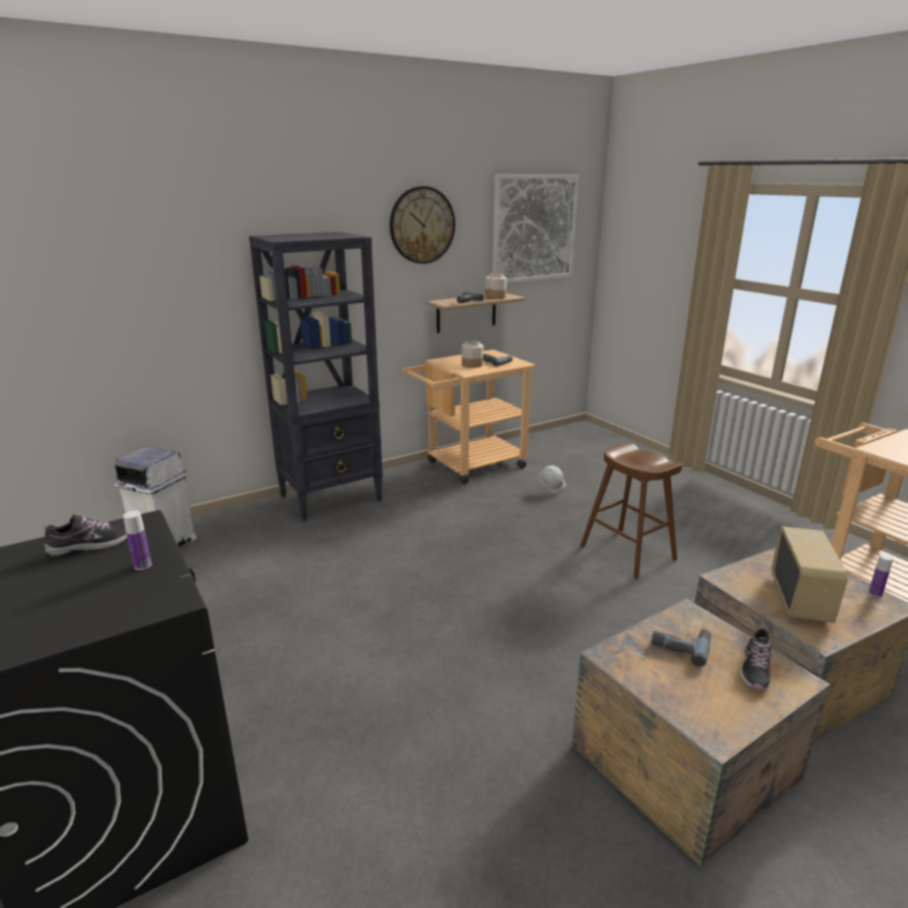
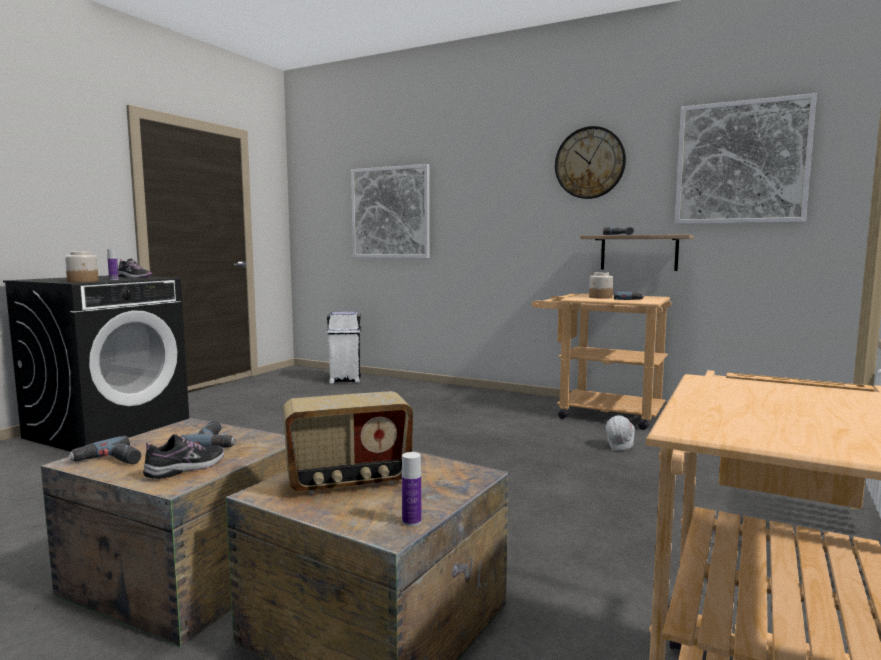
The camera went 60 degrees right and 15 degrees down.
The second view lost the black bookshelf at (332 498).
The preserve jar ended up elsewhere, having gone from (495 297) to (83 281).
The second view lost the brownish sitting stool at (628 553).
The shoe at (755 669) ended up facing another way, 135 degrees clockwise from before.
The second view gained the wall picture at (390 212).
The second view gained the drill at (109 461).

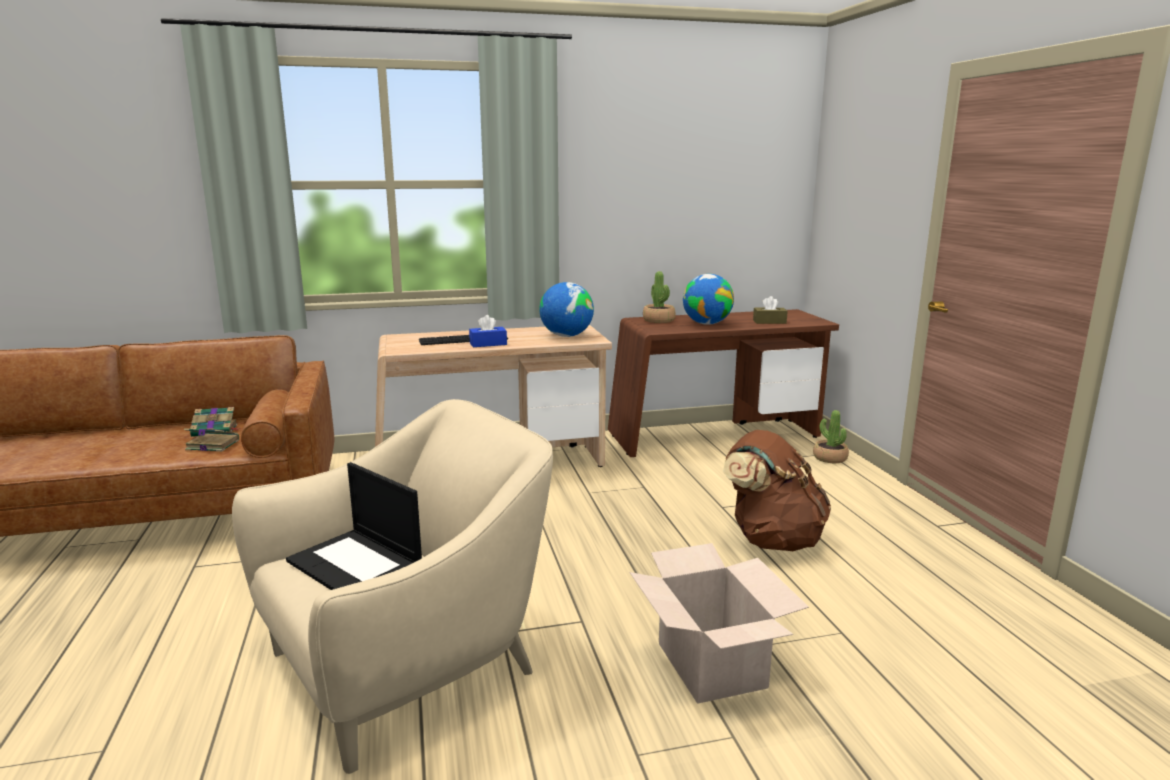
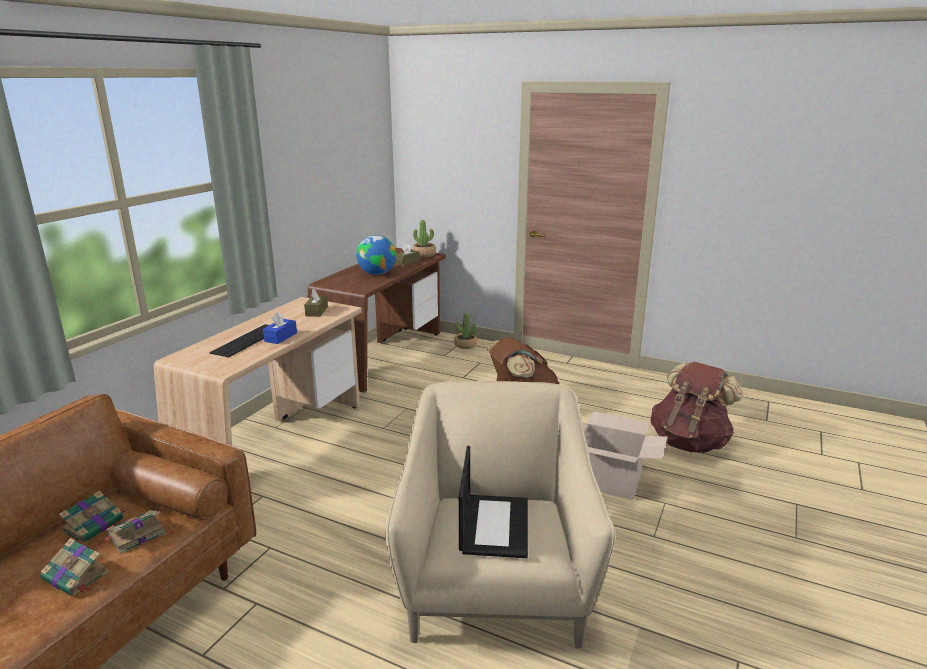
The camera went 50 degrees left and 5 degrees up.
The potted plant ended up elsewhere, having gone from (659 320) to (424 255).
Where the world globe stood at (566 336), the brownish box of tissues came to stand at (316 311).
The laptop at (356 564) ended up facing another way, 75 degrees counterclockwise from before.
The second view gained the brownish rucksack at (689 442).
The second view gained the volume at (76 576).

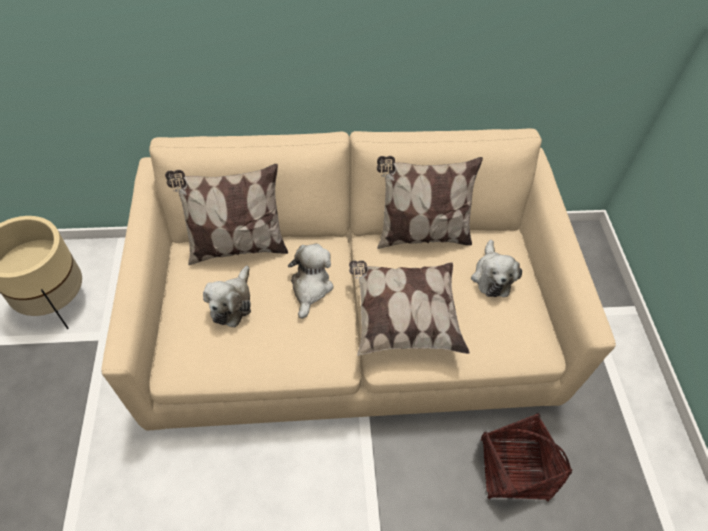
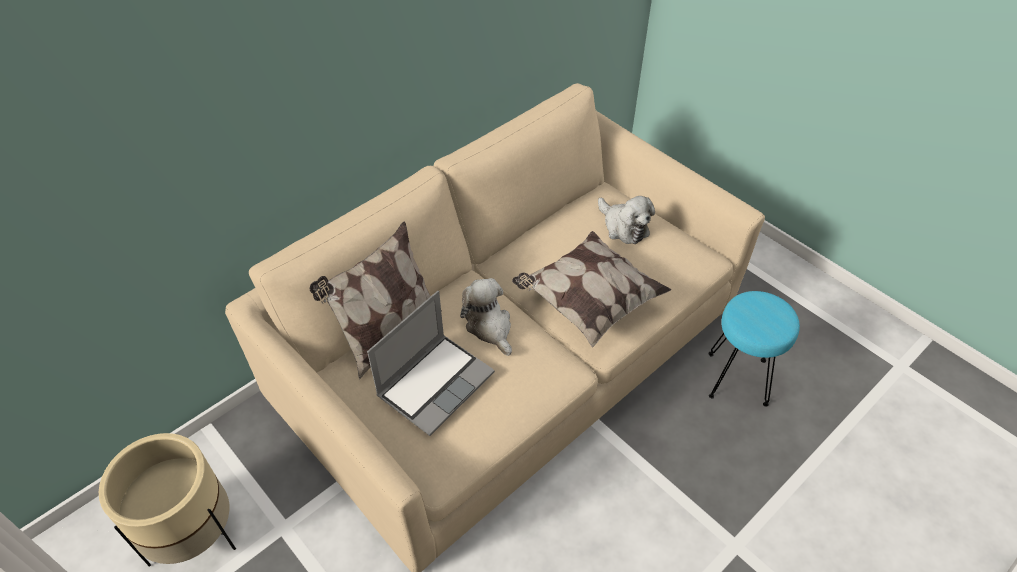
The camera went 35 degrees left and 5 degrees down.
The second view lost the pillow at (420 235).
Where the plush toy stood at (232 303), the laptop came to stand at (435 383).
Where the household basket stood at (513 469), the turquoise sitting stool came to stand at (738 379).

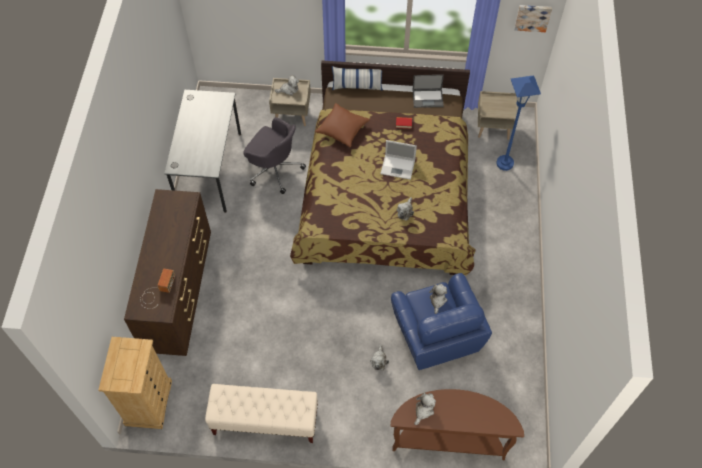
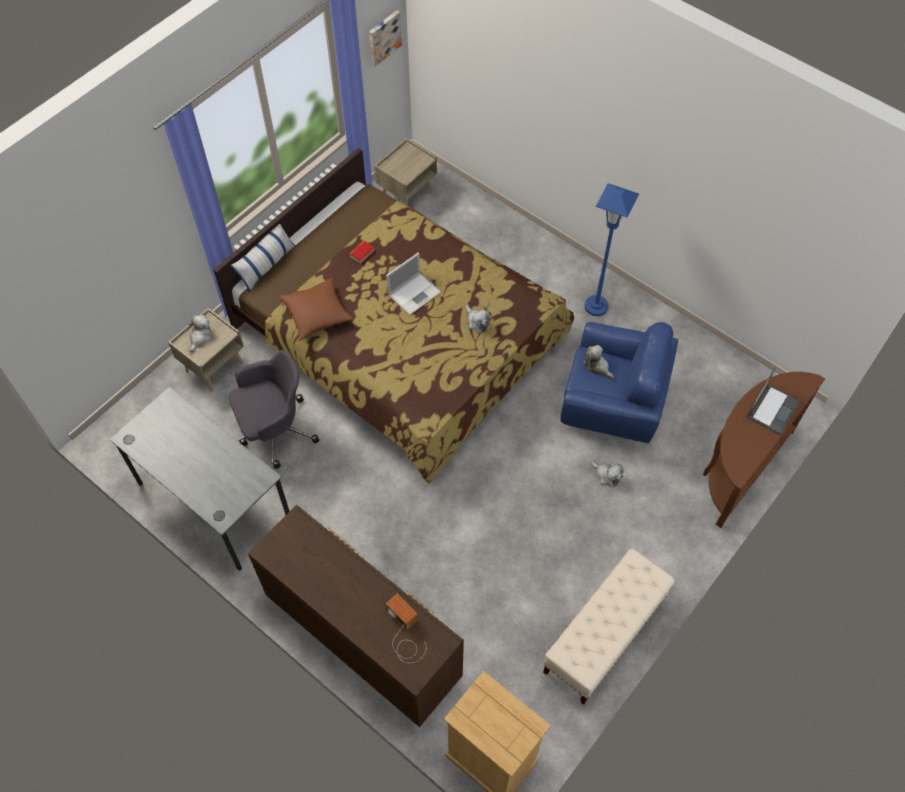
The camera went 55 degrees left and 0 degrees up.
The laptop ended up elsewhere, having gone from (428 98) to (773 408).
The blue-coloured standing lamp ended up elsewhere, having gone from (505 163) to (596 306).
The second view lost the plush toy at (423 410).

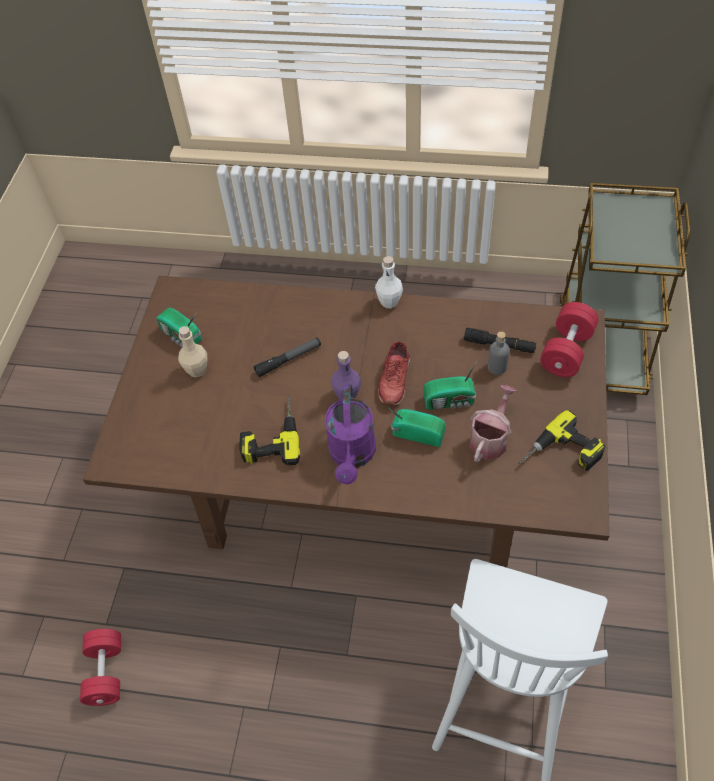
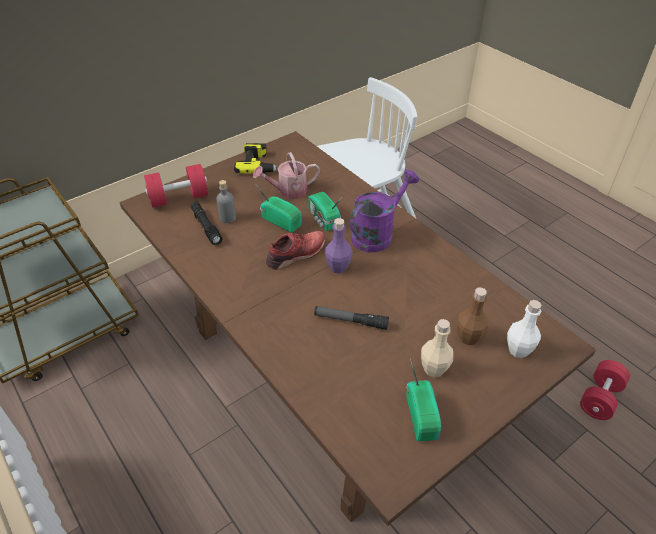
The camera went 140 degrees left and 10 degrees down.
The white bottle ended up elsewhere, having gone from (389 302) to (518 350).
The second view lost the drill at (270 434).
The second view gained the brownish bottle at (468 337).

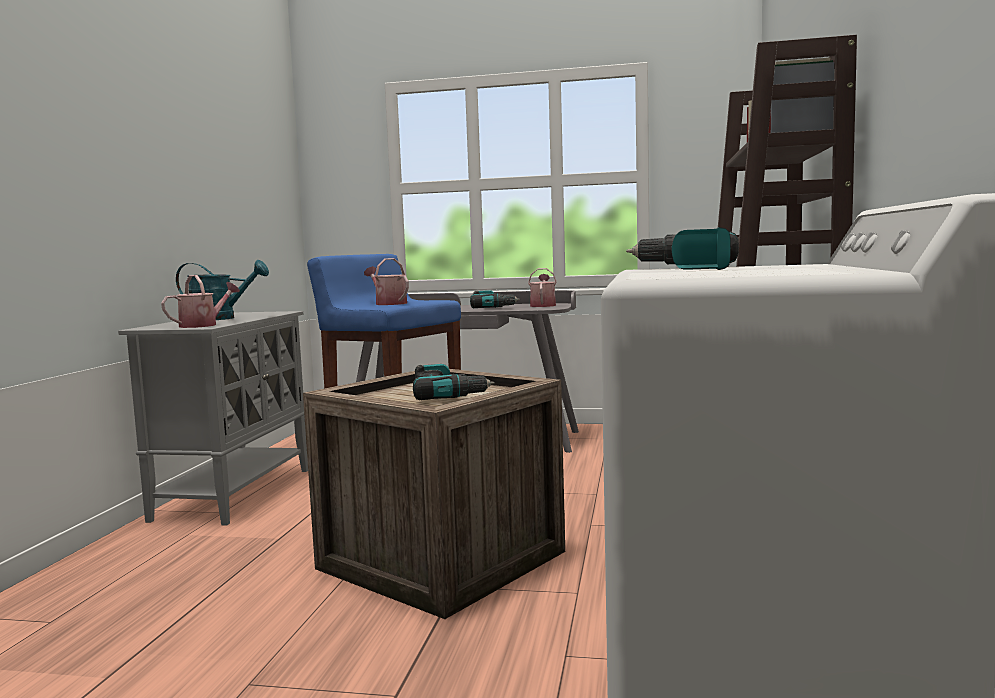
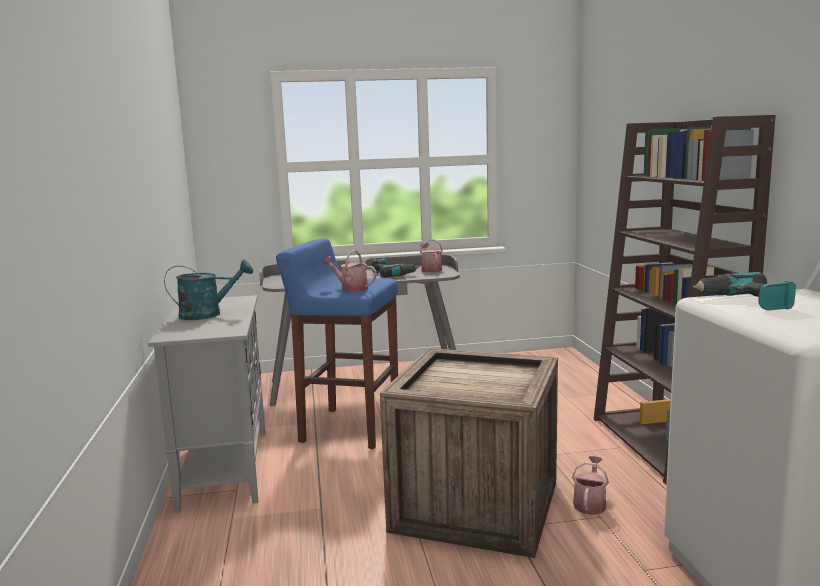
The camera went 20 degrees left and 5 degrees up.
The sprinkling can ended up elsewhere, having gone from (203 325) to (590 503).
The second view lost the drill at (447 395).

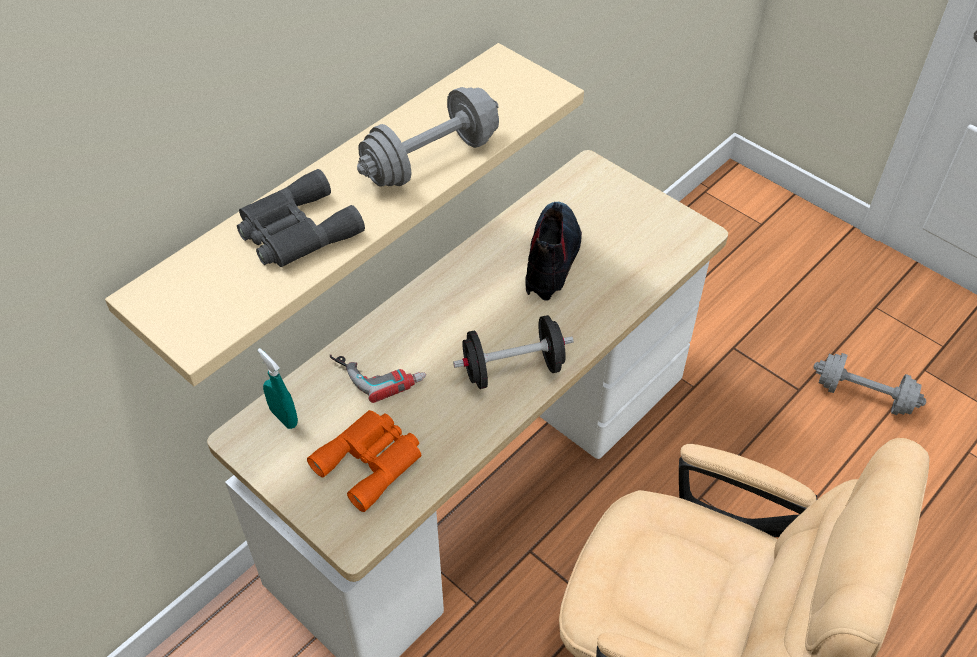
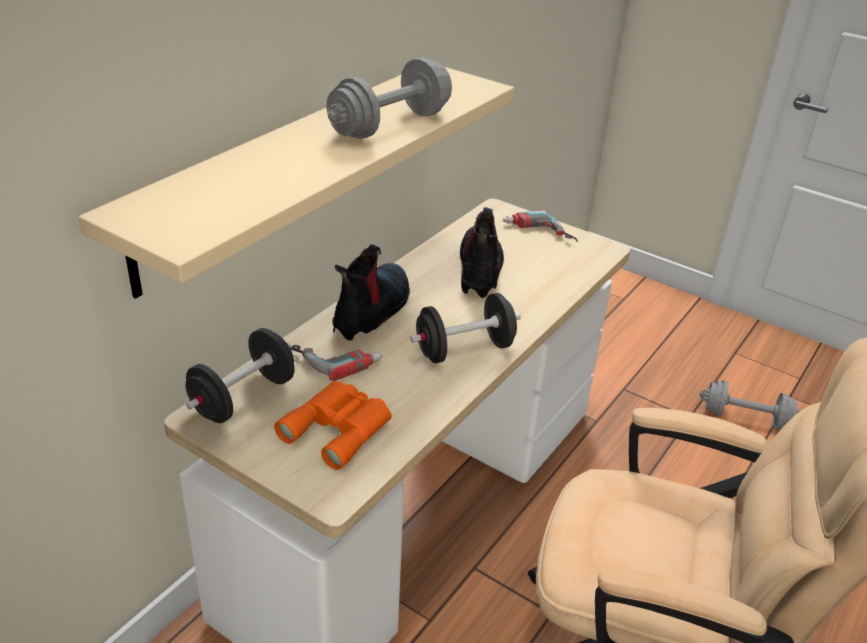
The camera went 10 degrees left and 15 degrees down.
The second view lost the greyish field glasses at (295 231).
Where the turquoise sprayer stood at (284 417), the black hand weight came to stand at (243 398).
The second view gained the drill at (538 234).
The second view gained the tall boot at (372 310).

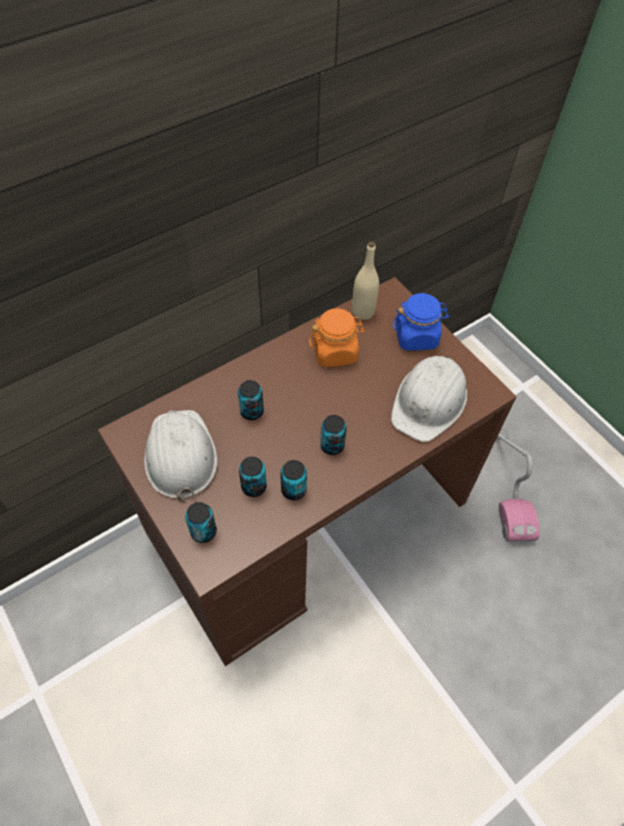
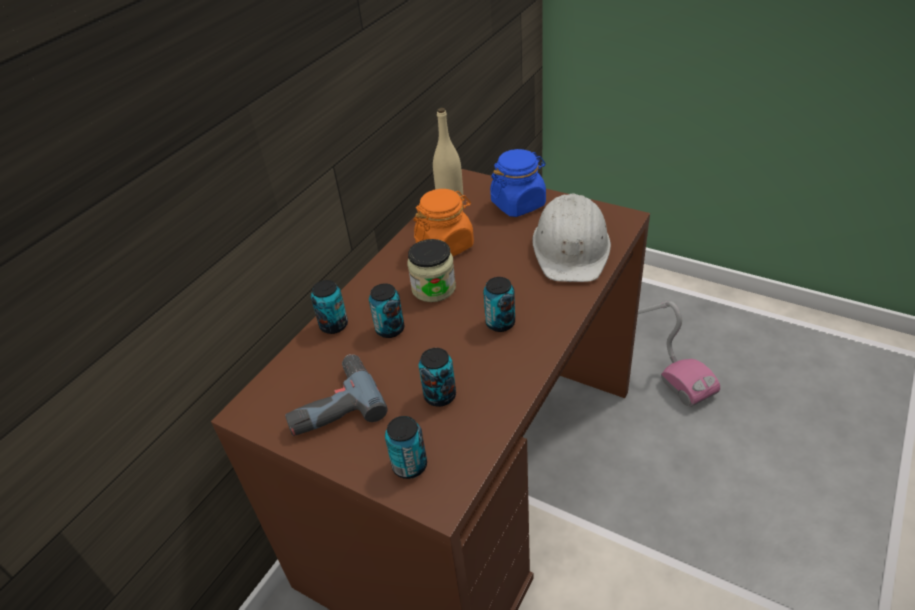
The camera went 20 degrees left and 15 degrees down.
Where the white hard hat stood at (180 456), the drill came to stand at (332 404).
The sealed can ended up elsewhere, having gone from (293 490) to (334 325).
The second view gained the preserve jar at (433 288).

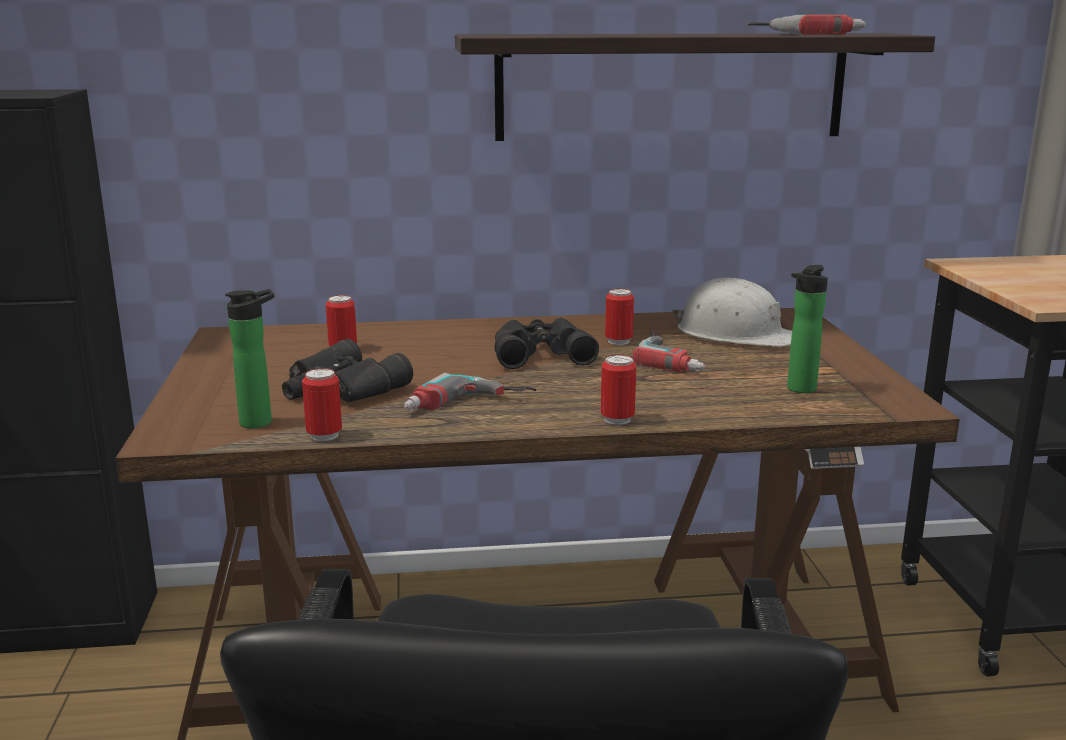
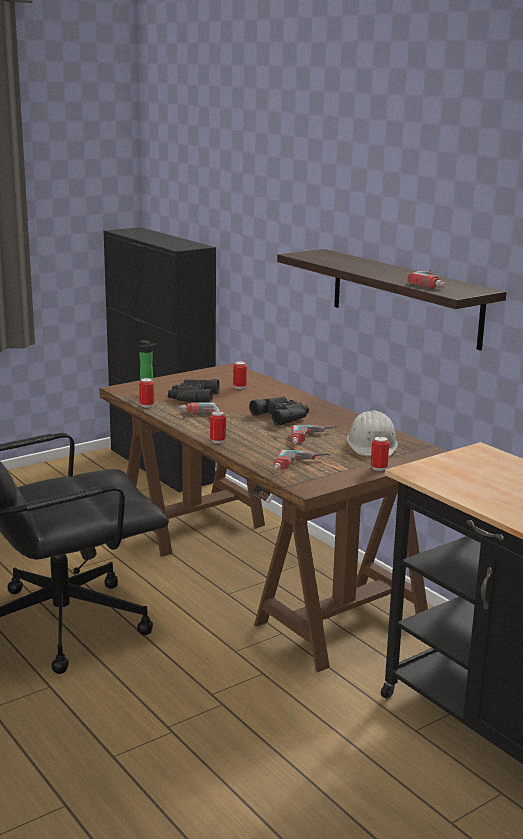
The camera went 60 degrees right and 0 degrees up.
Where the bottle stood at (799 390), the drill came to stand at (301 466).
The sealed can ended up elsewhere, having gone from (618 341) to (379 468).

